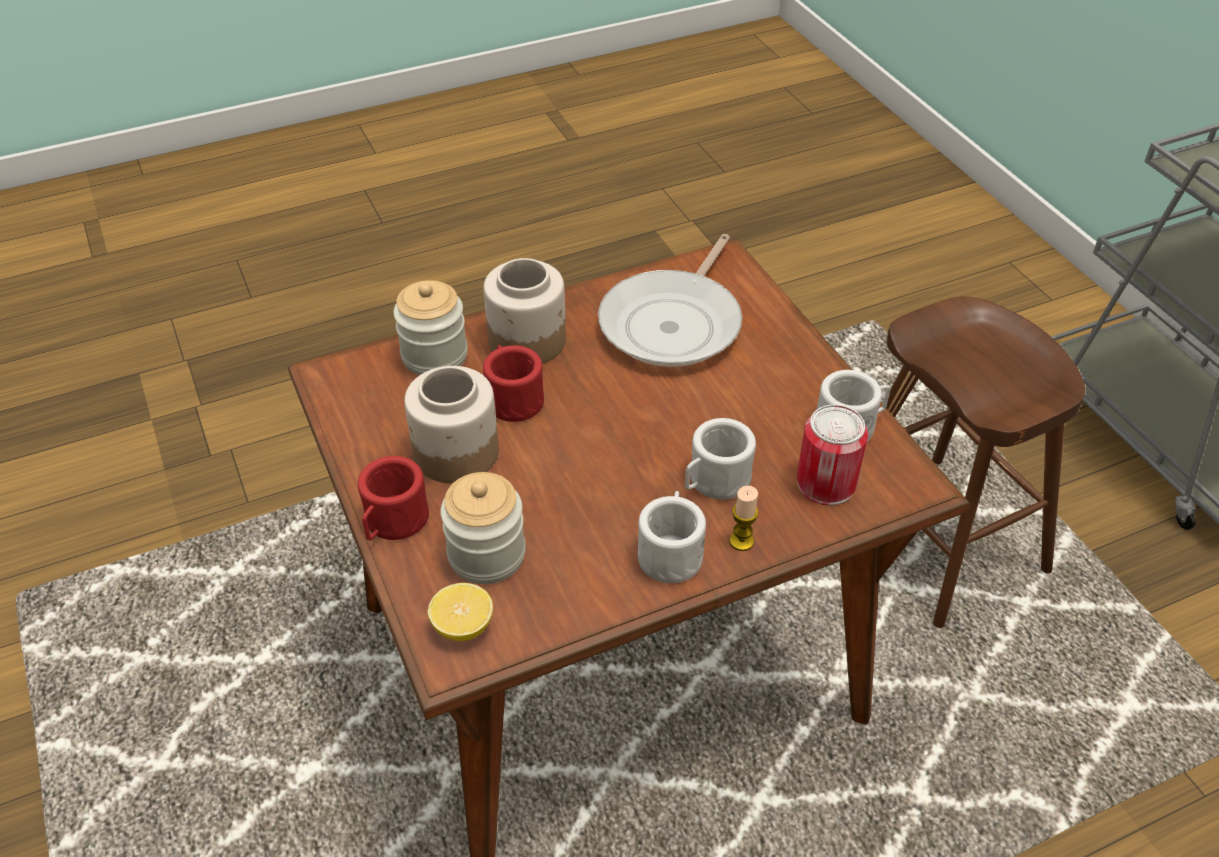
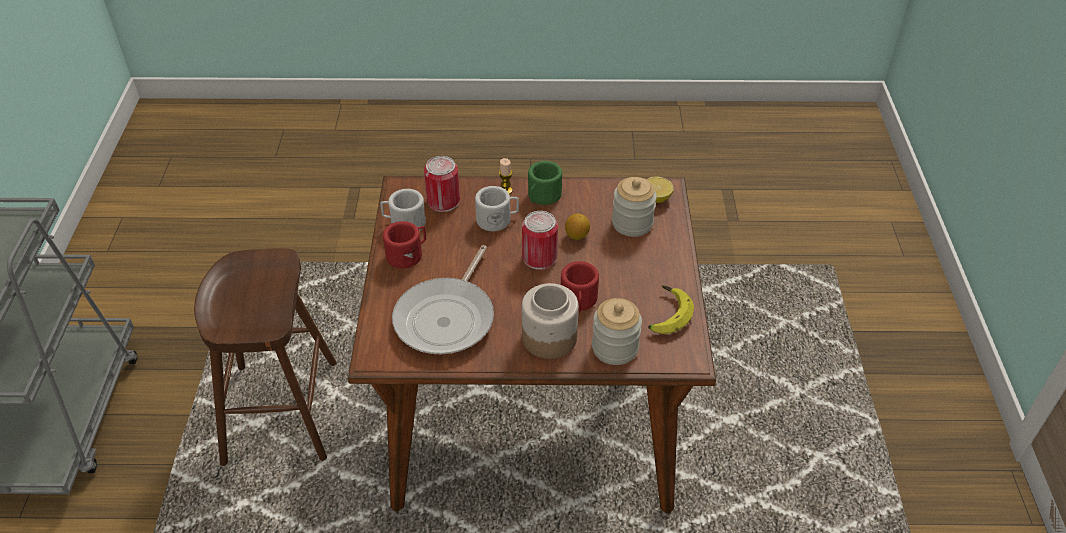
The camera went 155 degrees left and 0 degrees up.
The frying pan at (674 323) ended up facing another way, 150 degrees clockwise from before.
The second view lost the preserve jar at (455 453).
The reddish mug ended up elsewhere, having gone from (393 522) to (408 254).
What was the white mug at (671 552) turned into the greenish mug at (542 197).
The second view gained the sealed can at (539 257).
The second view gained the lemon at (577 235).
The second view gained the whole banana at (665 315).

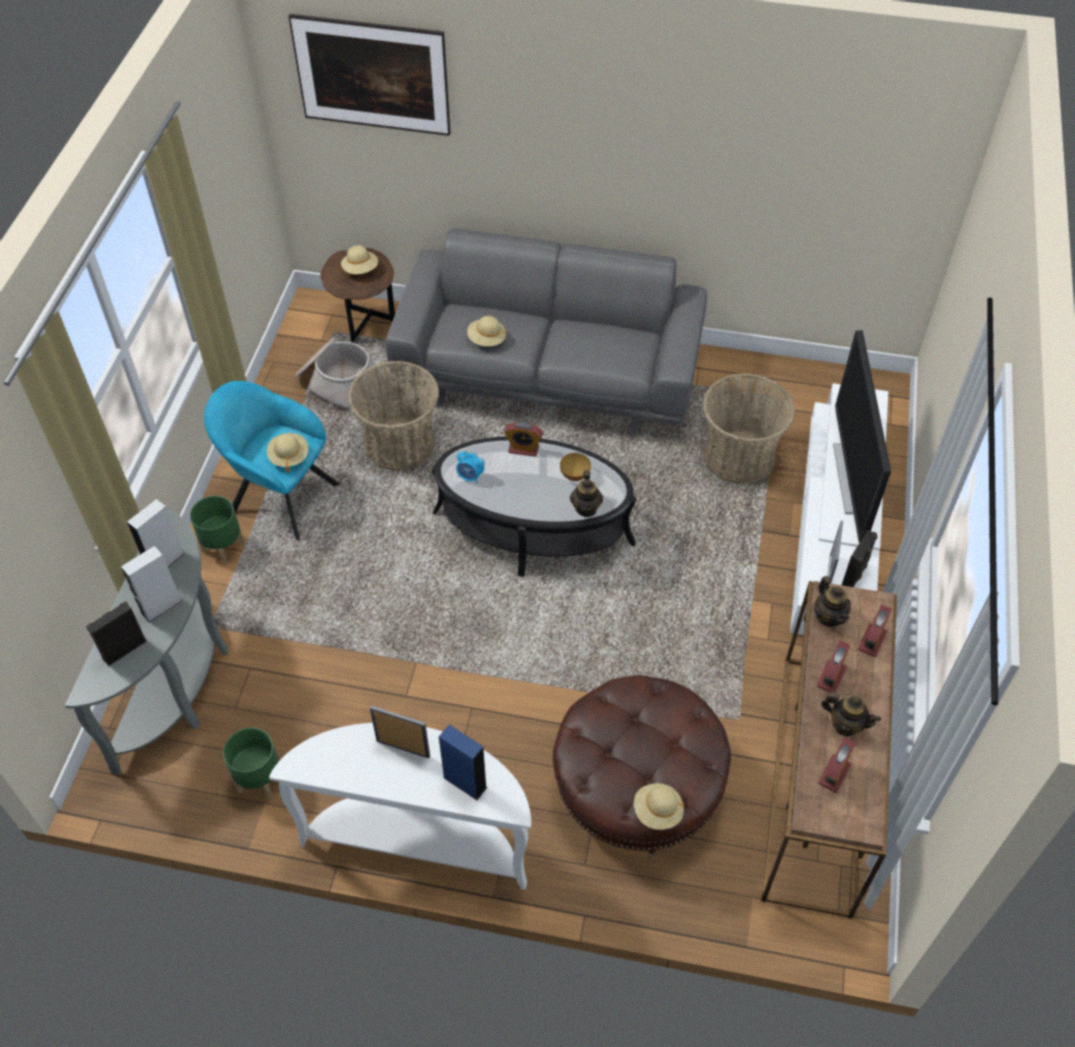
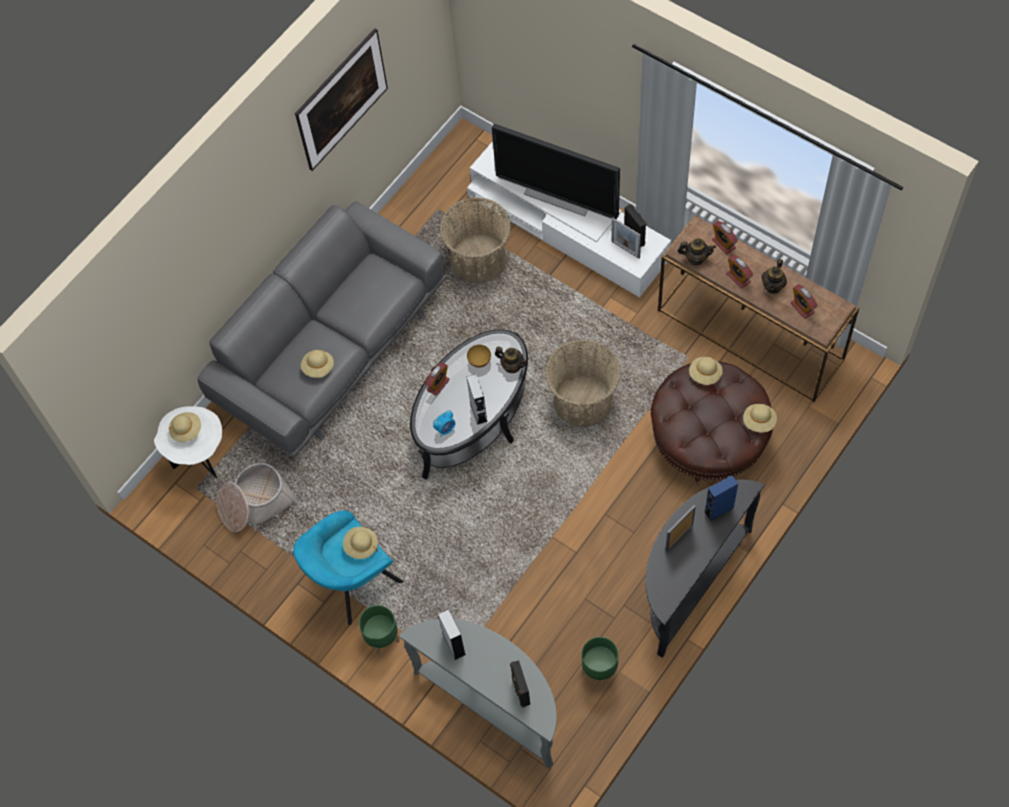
The camera went 60 degrees left and 10 degrees up.
The wall picture ended up elsewhere, having gone from (375 100) to (344 113).
What was the brownish side table at (365 326) turned into the white side table at (202 462).
The household basket ended up elsewhere, having gone from (400 444) to (583 400).
The greyish loudspeaker ended up elsewhere, having gone from (161 607) to (478 412).
The pot for tea at (845 724) ended up facing another way, 150 degrees clockwise from before.
What was the white narrow table at (419 838) turned into the black narrow table at (688 581).
The second view gained the beige clothing hat at (705 374).

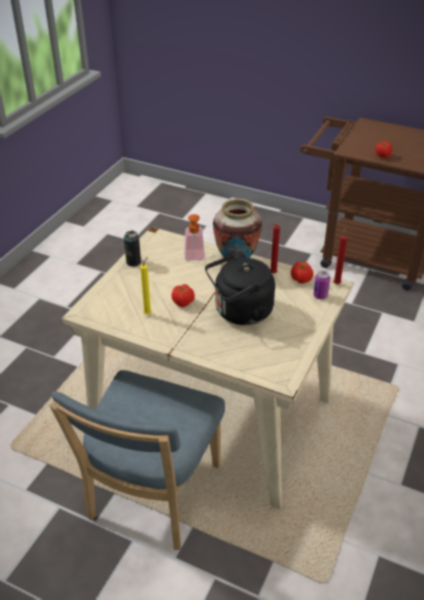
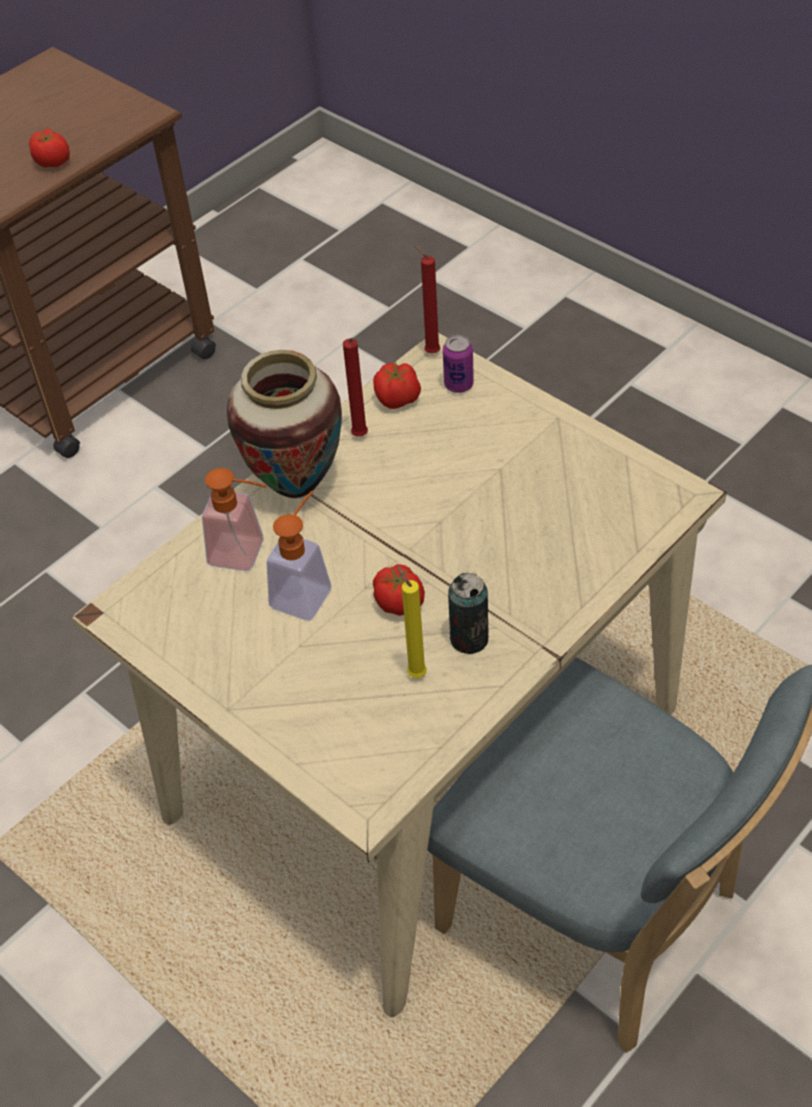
The camera went 70 degrees left and 10 degrees up.
The sealed can ended up elsewhere, having gone from (133 262) to (469 639).
The second view lost the black tea kettle at (240 312).
The second view gained the soap dispenser at (306 590).

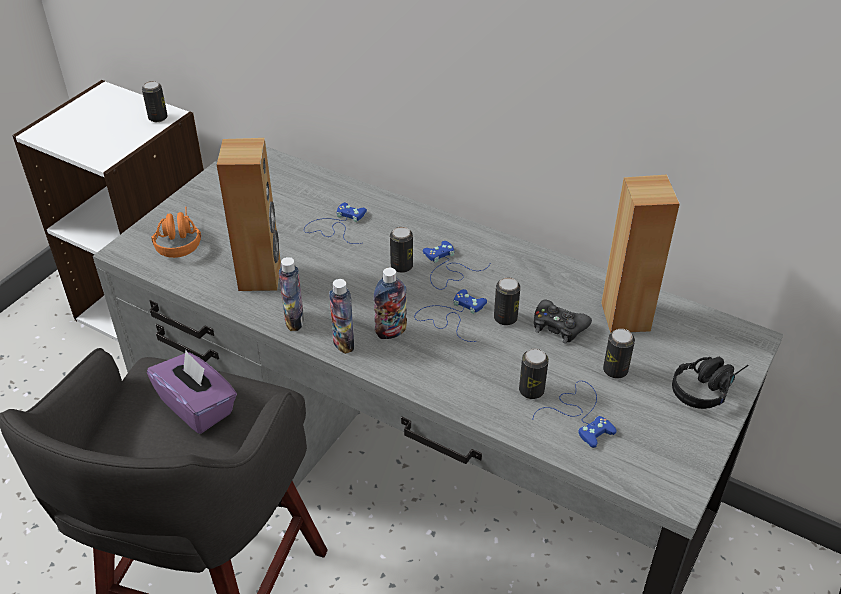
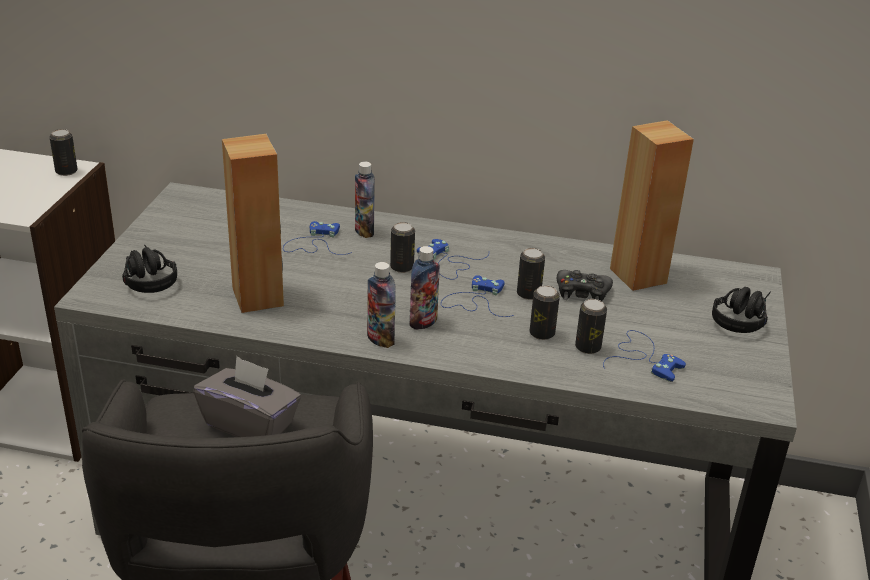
The camera went 20 degrees left and 10 degrees down.
What was the orange headphones at (178 239) turned into the black headphones at (147 278).
The bottle ended up elsewhere, having gone from (294 321) to (364 231).
The sealed can ended up elsewhere, having gone from (615 370) to (542 333).
What was the purplish box of tissues at (197 406) turned into the greyish box of tissues at (250 424).

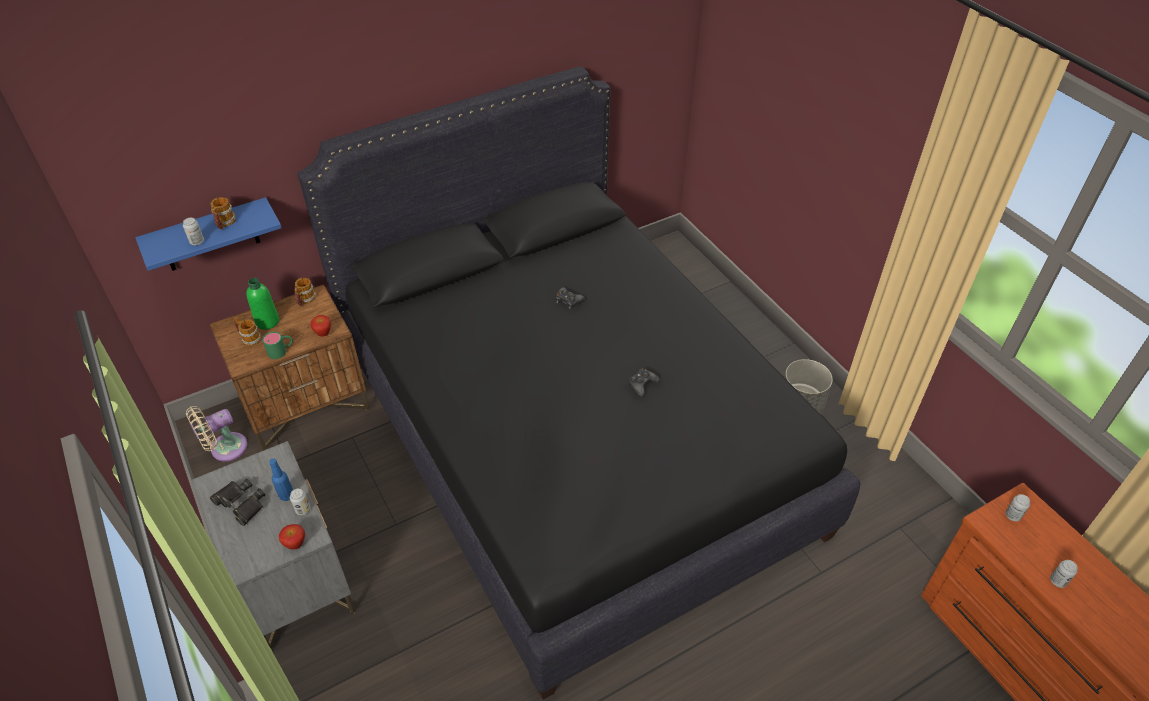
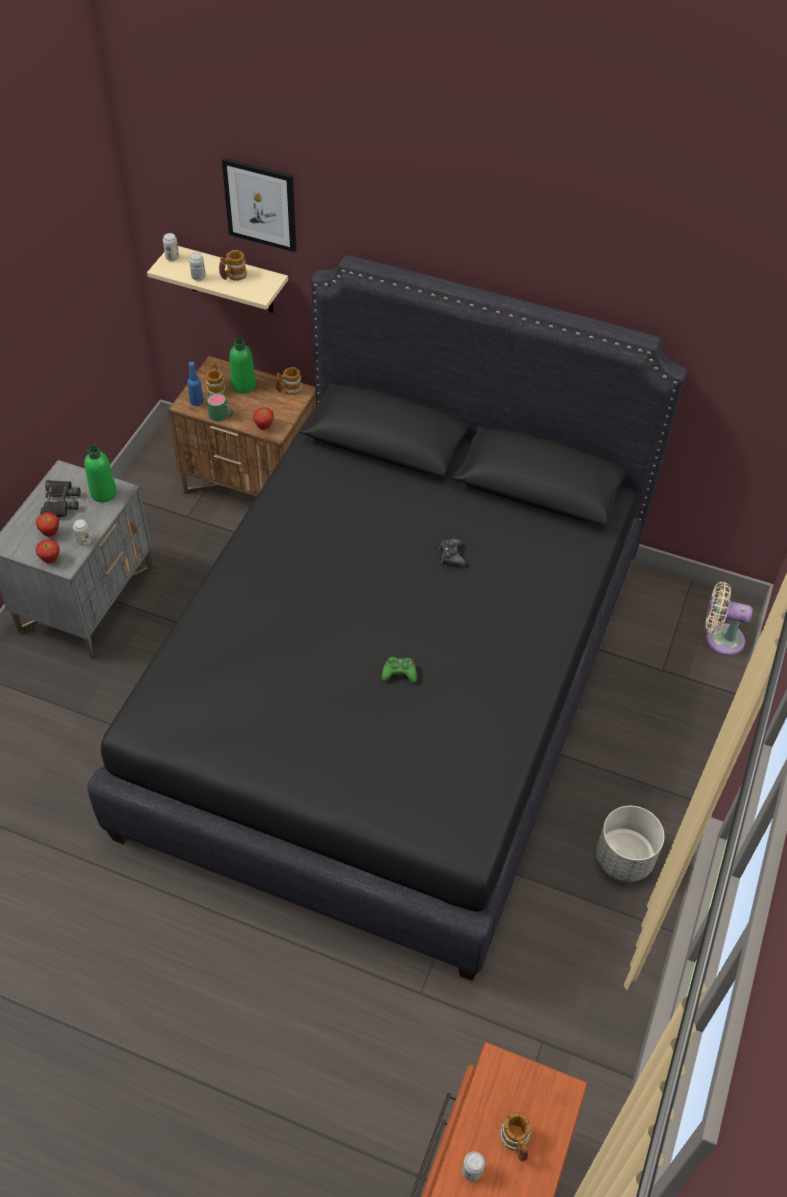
The camera went 50 degrees right and 5 degrees up.
What was the blue-coloured shelf at (209 236) turned into the beige shelf at (231 280).
What was the black game controller at (642 384) turned into the greenish game controller at (399 673).
The beige fan ended up elsewhere, having gone from (225 449) to (720 638).
The blue-coloured bottle ended up elsewhere, having gone from (286 495) to (196 402).
The sealed can ended up elsewhere, having gone from (1012 515) to (172 258).
The second view gained the wall picture at (260 204).
The second view gained the greenish bottle at (103 493).
The second view gained the apple fruit at (50 533).
The second view gained the mug at (516 1142).

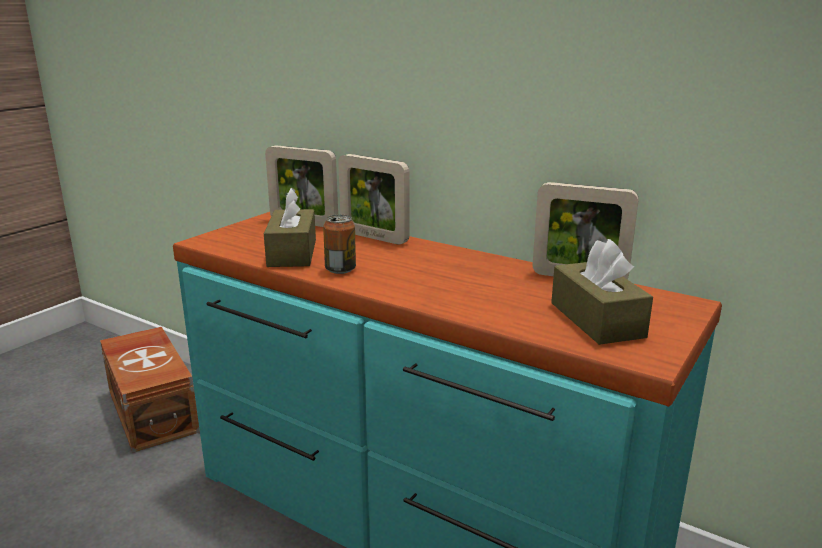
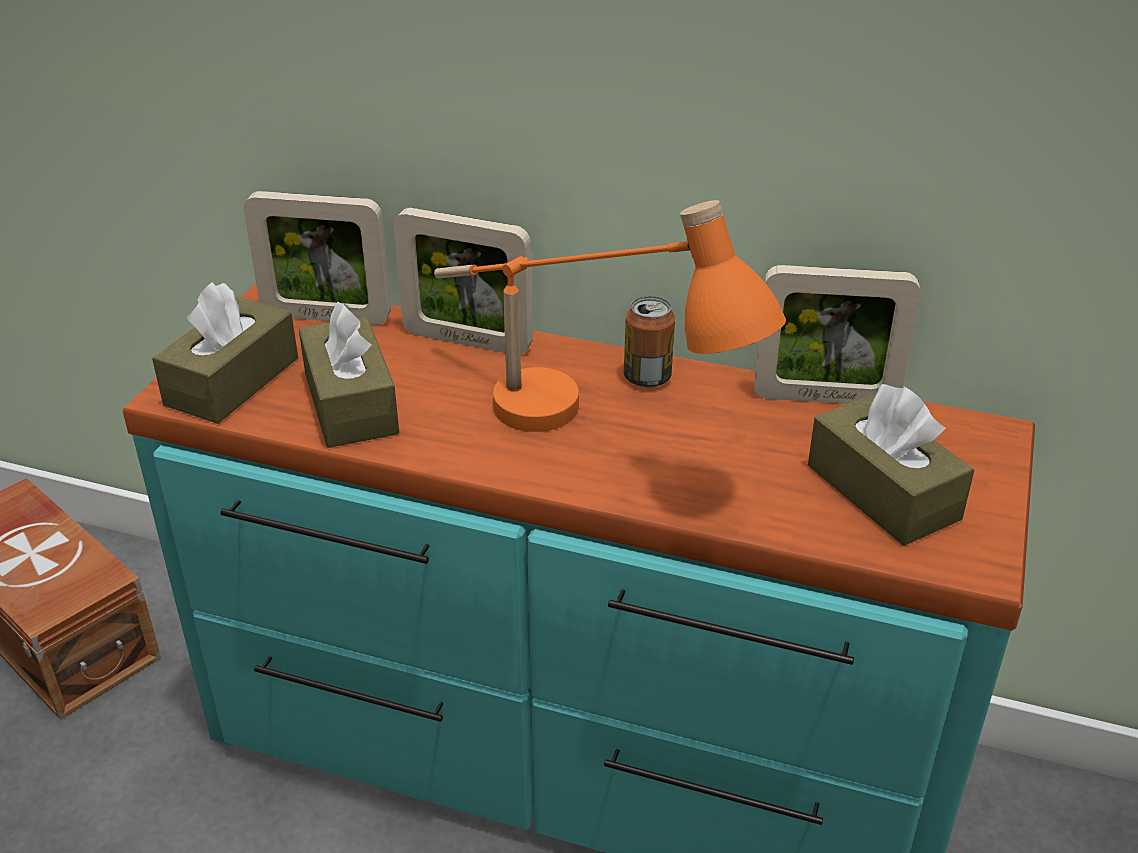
The camera went 15 degrees left and 15 degrees up.
The sealed can ended up elsewhere, having gone from (340 269) to (647 378).
The second view gained the orange lamp for a table at (584 432).
The second view gained the brownish box of tissues at (232 381).

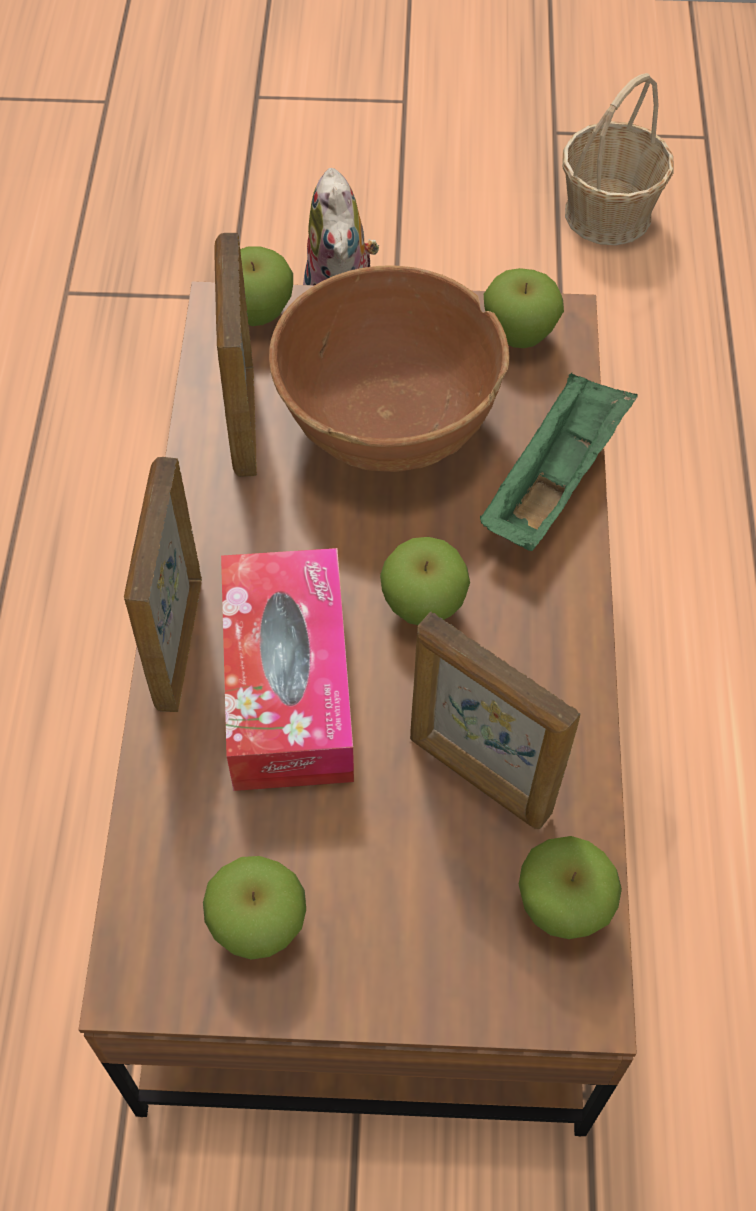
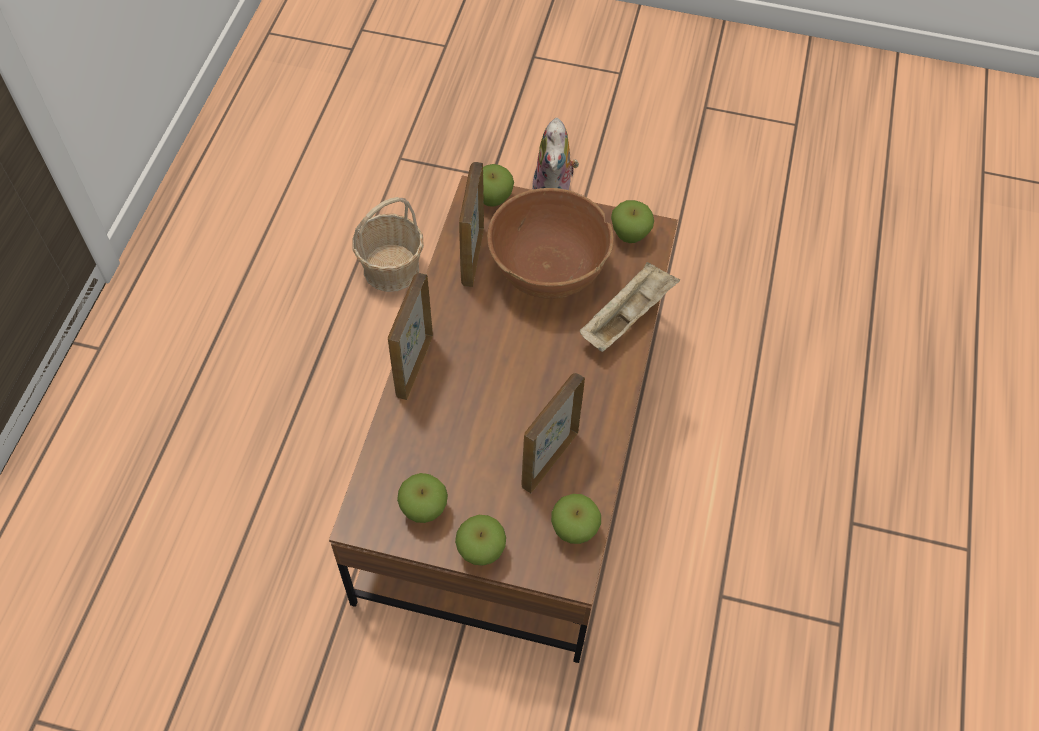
The camera went 10 degrees right and 0 degrees up.
The household basket ended up elsewhere, having gone from (608 214) to (392 269).
What was the greenish tray at (554 480) turned into the beige tray at (627 317).
The apple fruit ended up elsewhere, having gone from (423 606) to (481 551).
The second view lost the box of tissues at (288 685).
The picture frame at (478 777) ended up facing another way, 75 degrees clockwise from before.

